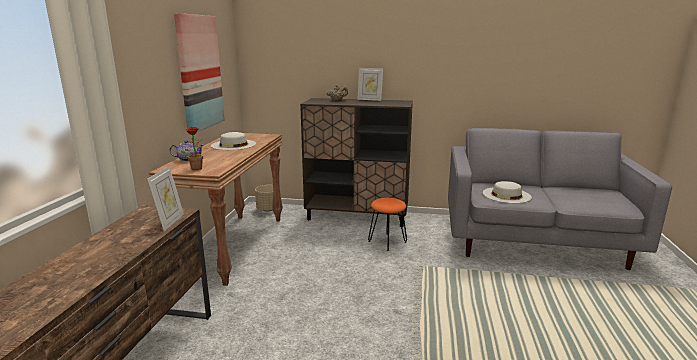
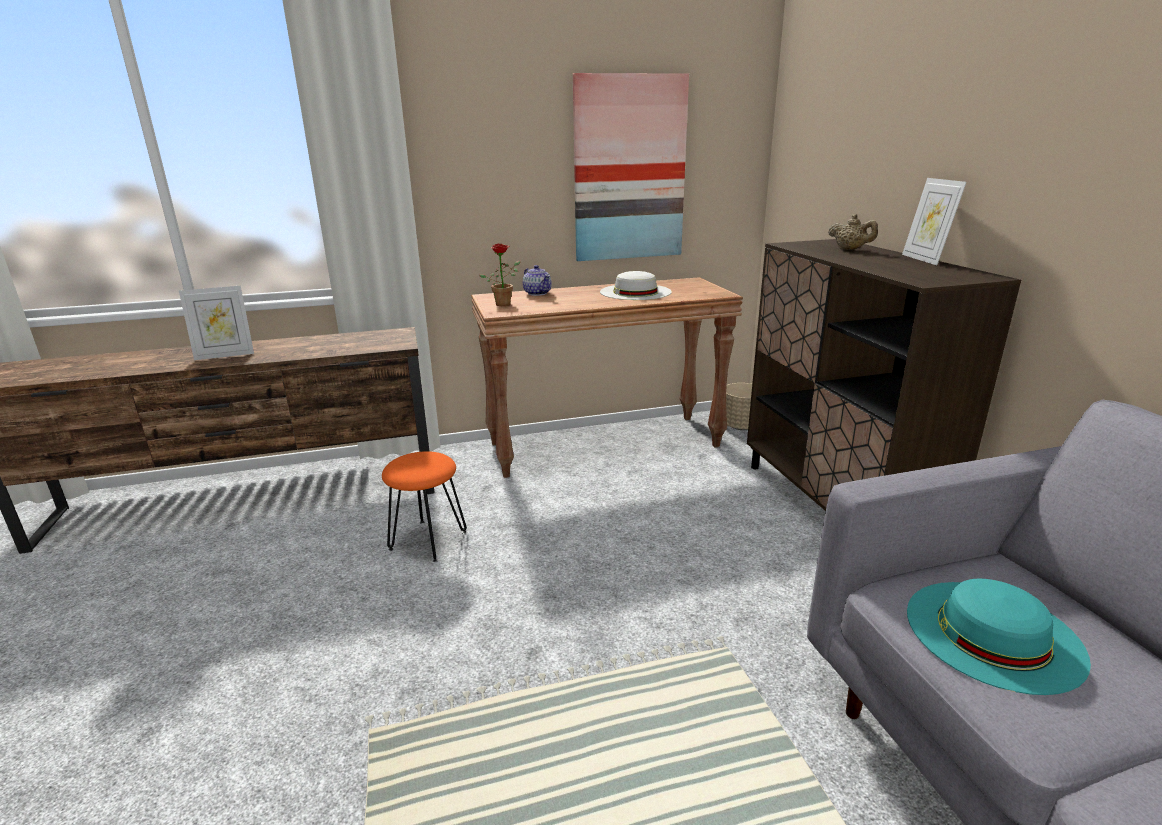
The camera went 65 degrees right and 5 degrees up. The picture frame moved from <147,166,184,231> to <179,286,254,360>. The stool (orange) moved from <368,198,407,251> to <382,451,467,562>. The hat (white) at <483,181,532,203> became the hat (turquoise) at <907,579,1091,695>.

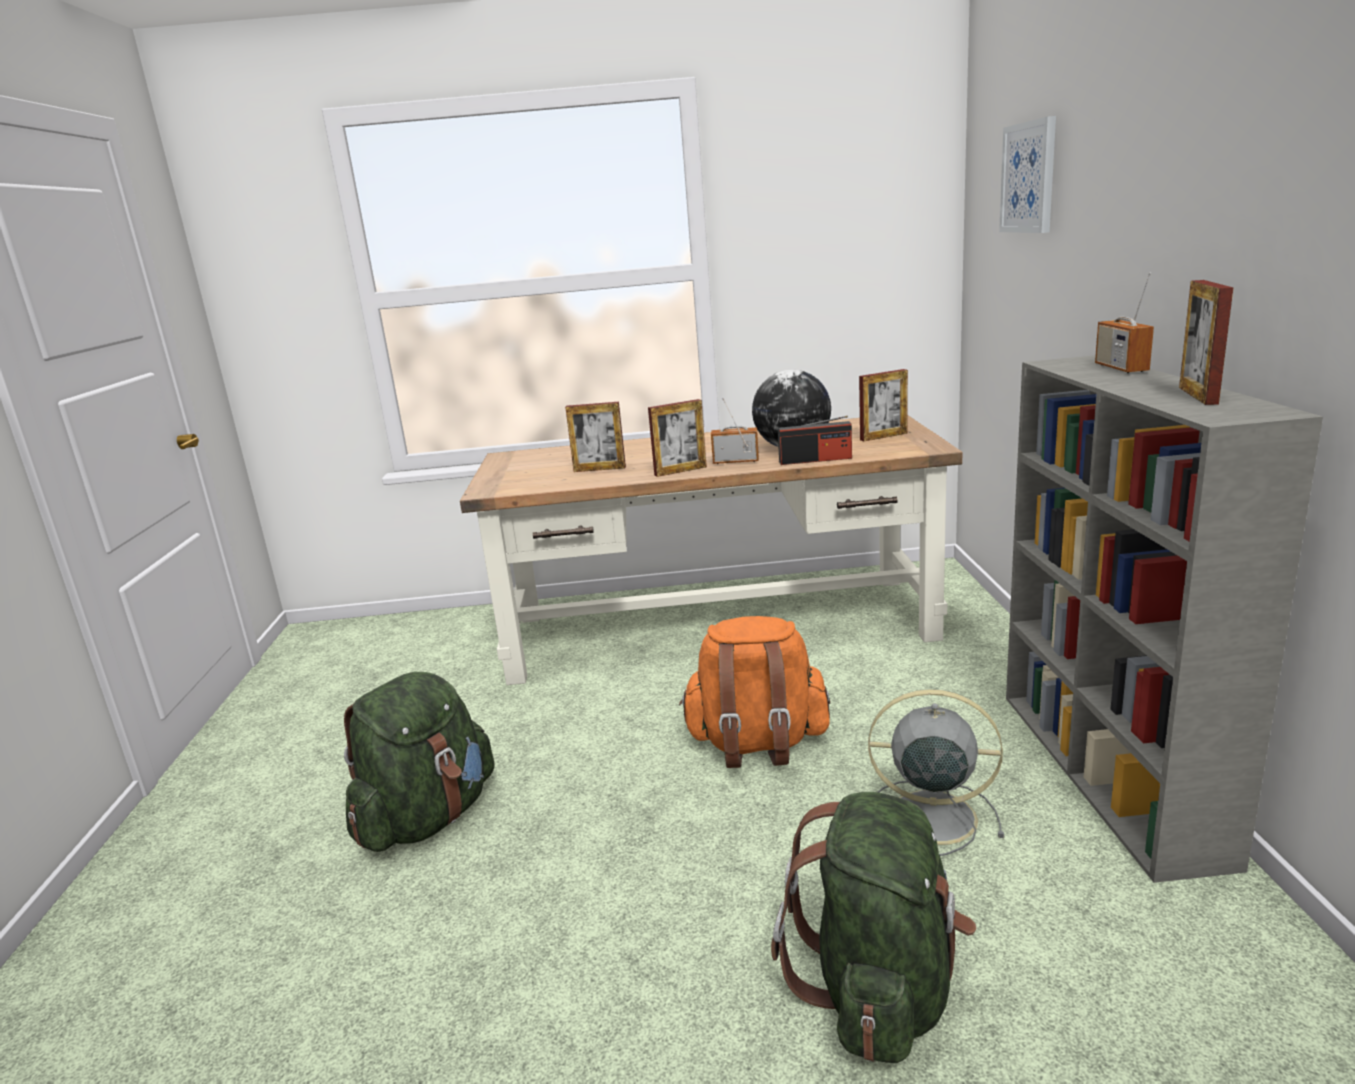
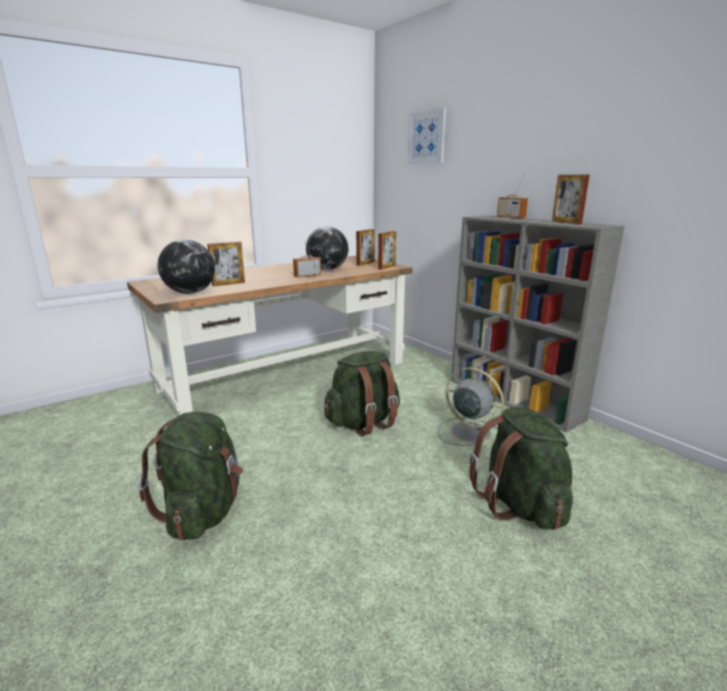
The camera went 35 degrees left and 0 degrees up. The picture frame moved from <648,399,707,477> to <378,231,396,270>. The backpack (orange) at <679,616,830,768> became the backpack (green) at <324,351,400,436>. The radio at <778,416,852,465> disappeared. The fan (grey) at <868,689,1004,856> turned 60 degrees clockwise. The globe at <158,239,215,294> appeared.

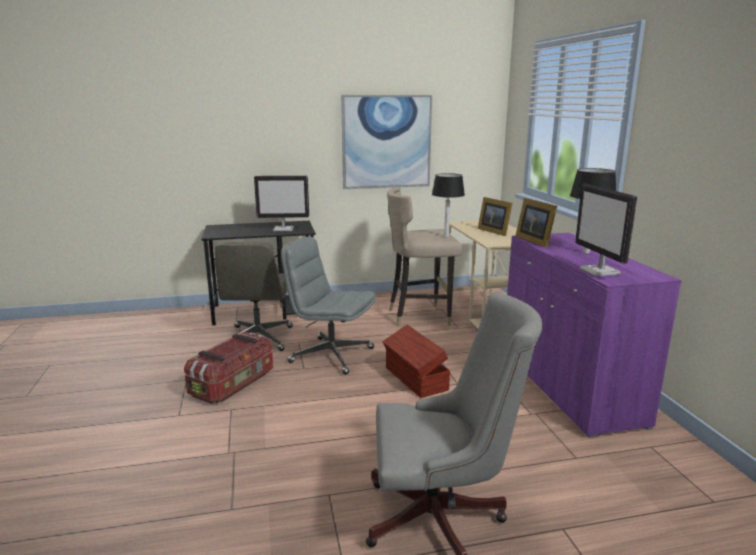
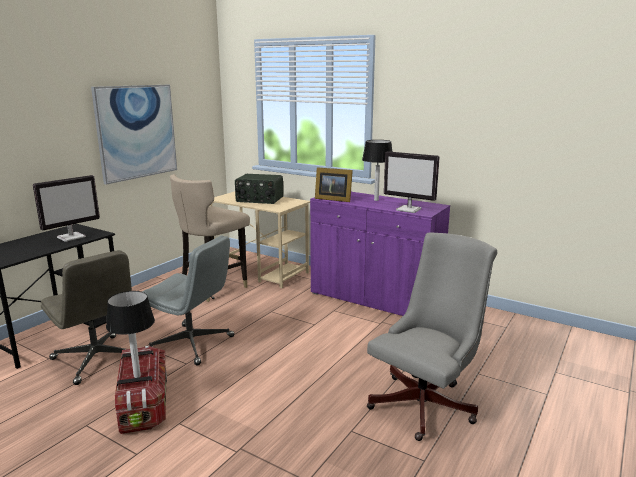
The camera went 45 degrees left and 0 degrees up. The office chair (grey) at <281,237,376,375> turned 135 degrees counterclockwise. The storage box (brown) at <383,325,450,398> disappeared. The table lamp moved from <432,173,465,238> to <106,291,155,378>. The picture frame at <478,197,513,236> was replaced by the radio at <235,174,283,204>.

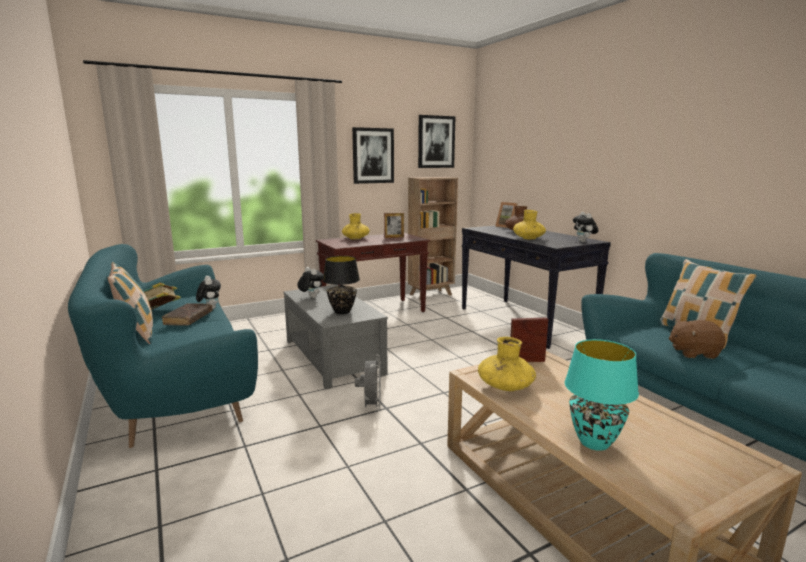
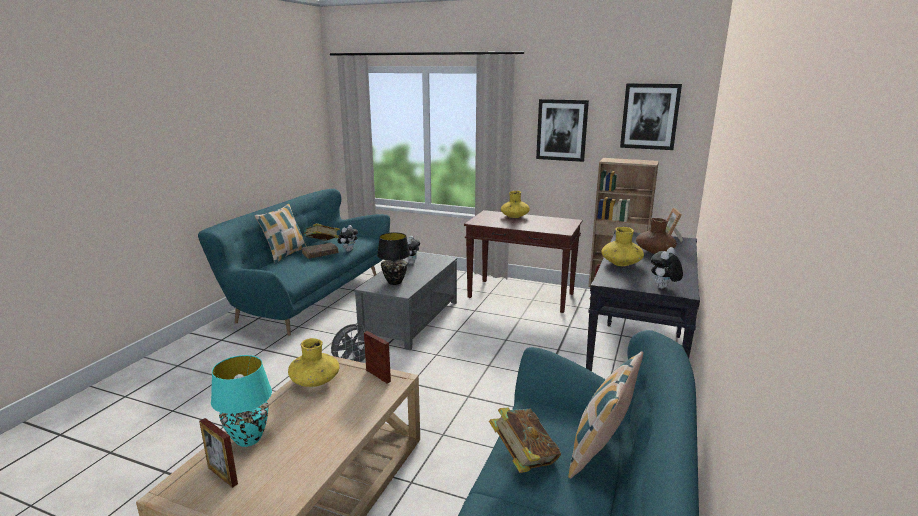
The camera went 50 degrees right and 5 degrees up. The picture frame moved from <384,213,404,238> to <199,418,238,488>. The plush toy (brown) at <669,320,726,359> was replaced by the book at <489,408,561,473>.

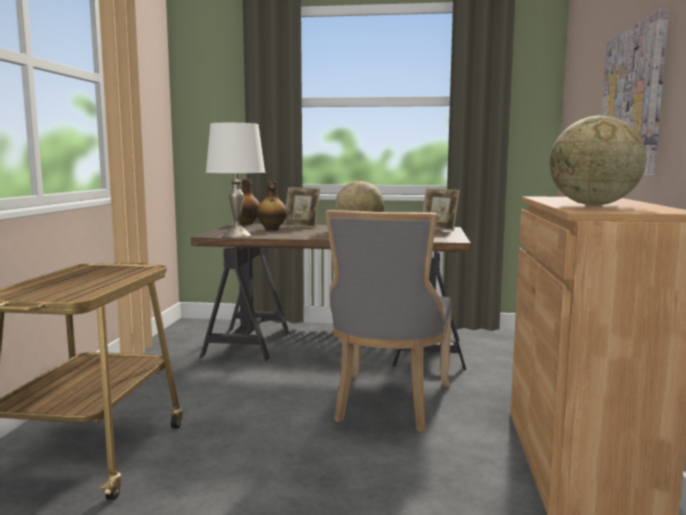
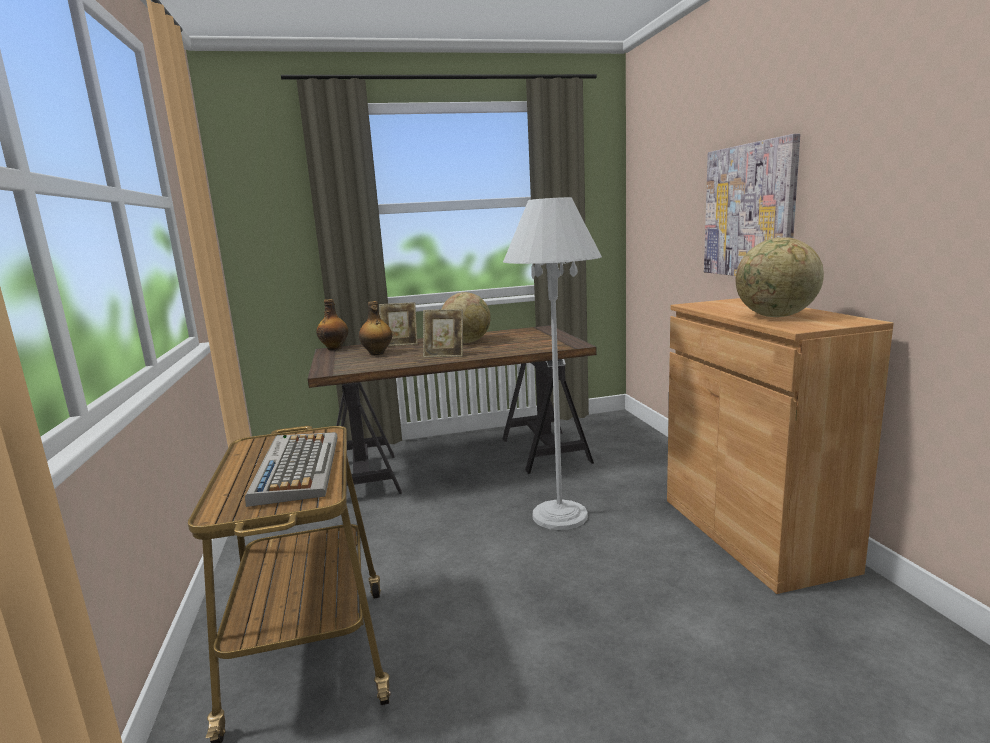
The camera went 20 degrees left and 5 degrees up. The table lamp (white) at <206,123,265,237> disappeared. The chair (grey) at <325,210,452,432> was replaced by the floor lamp (white) at <503,197,602,530>. The picture frame moved from <423,188,460,231> to <423,309,463,357>. The keyboard at <245,432,337,507> appeared.

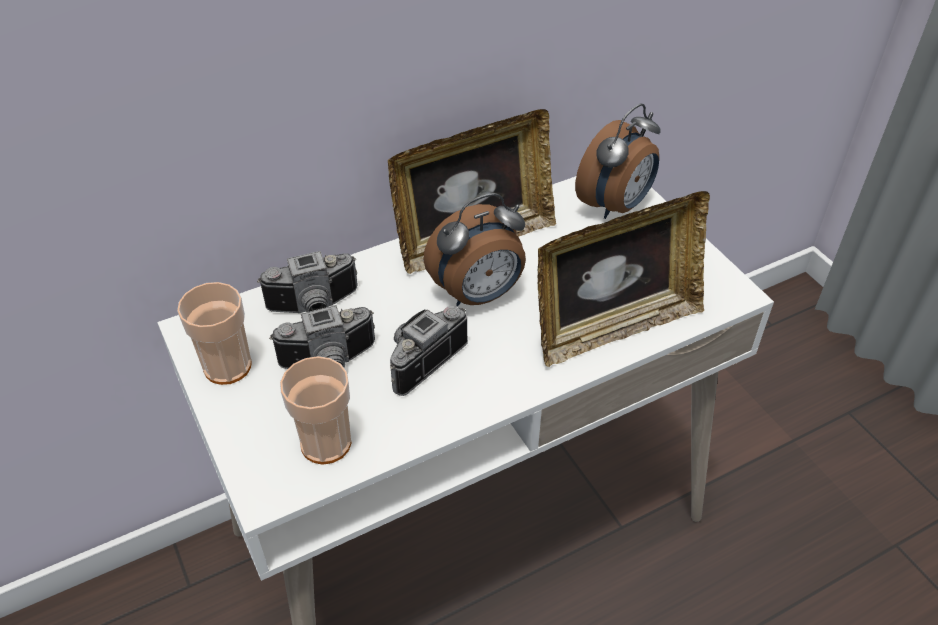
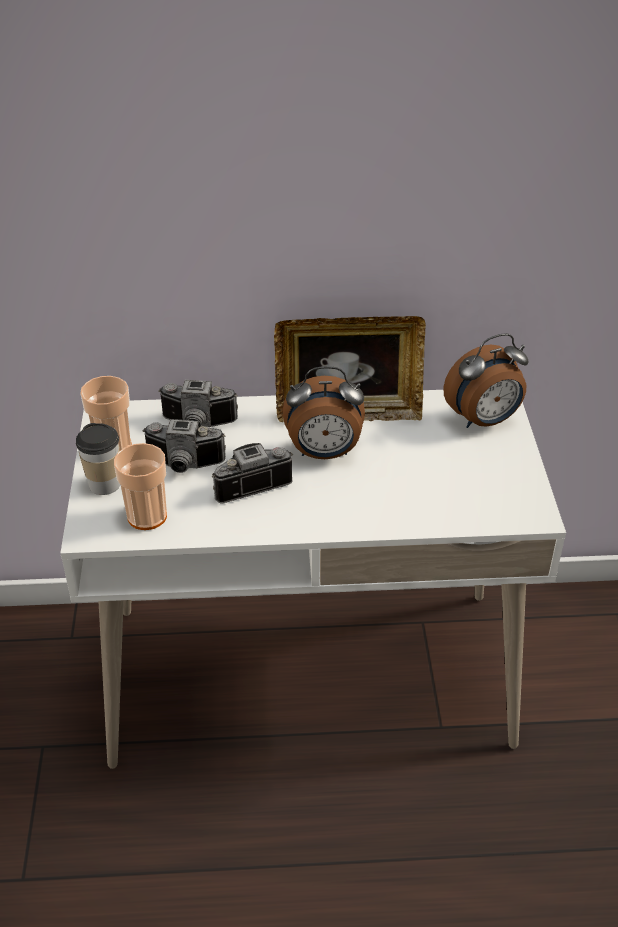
The camera went 25 degrees right and 5 degrees down. The picture frame at <537,191,710,367> disappeared. The cup at <76,423,120,495> appeared.

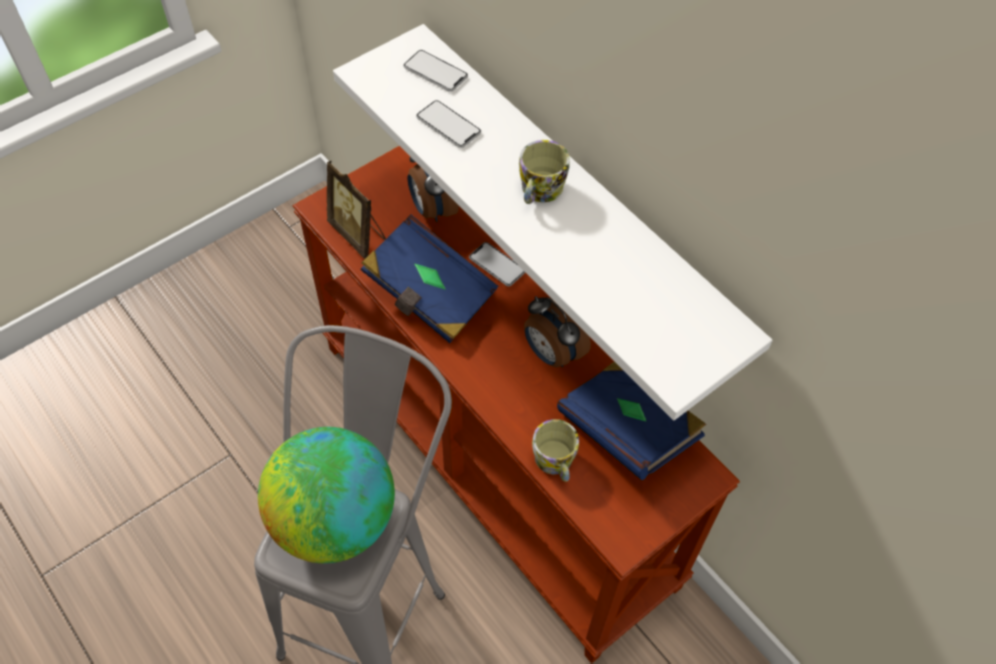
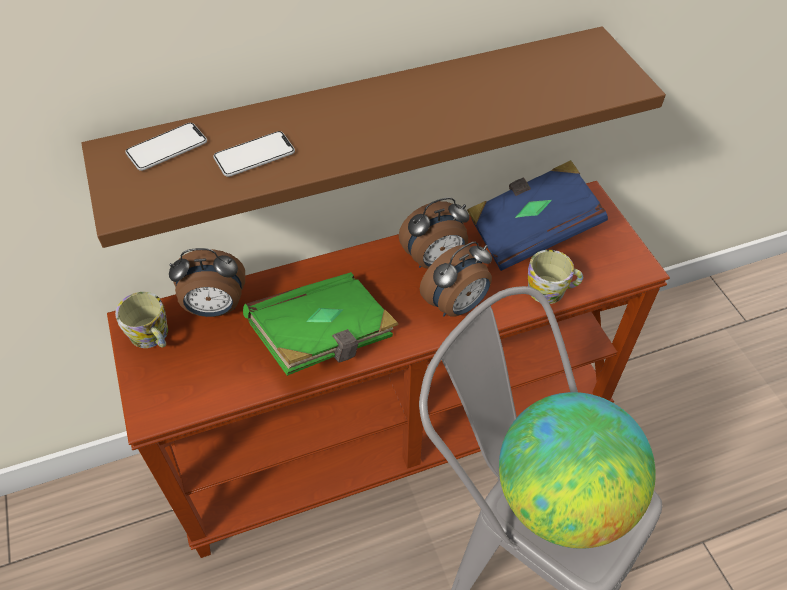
The camera went 70 degrees left and 5 degrees down. The picture frame at <327,161,386,259> disappeared. The shelf (white) at <333,24,773,421> became the shelf (brown) at <81,26,666,248>. The book (blue) at <361,214,498,343> became the book (green) at <243,272,399,376>. The phone at <469,242,525,286> disappeared. The mug moved from <519,140,570,204> to <115,292,168,348>. The alarm clock at <420,242,492,317> appeared.

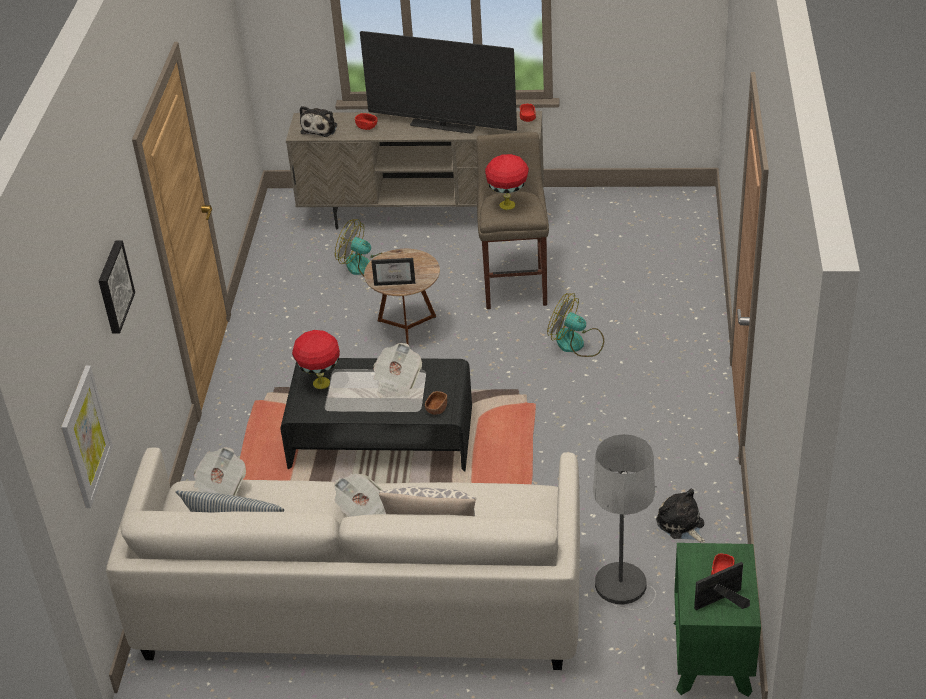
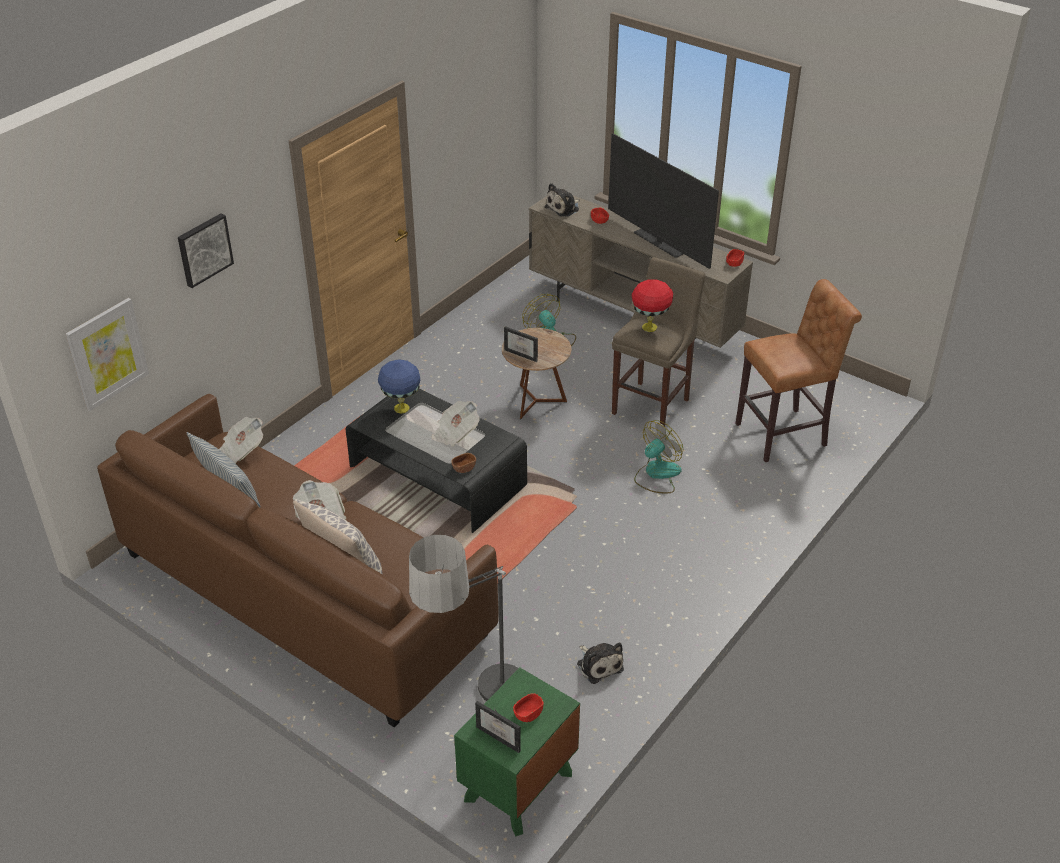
The camera went 30 degrees right and 0 degrees up. The sofa (white) at <106,447,580,670> became the sofa (brown) at <97,394,499,728>. The table lamp (red) at <292,330,340,389> became the table lamp (blue) at <378,359,420,414>. The fan at <547,293,604,357> turned 75 degrees clockwise. The plush toy at <656,489,705,543> turned 150 degrees clockwise. The picture frame at <694,562,750,610> turned 150 degrees counterclockwise. The stool (brown) at <736,279,862,462> appeared.

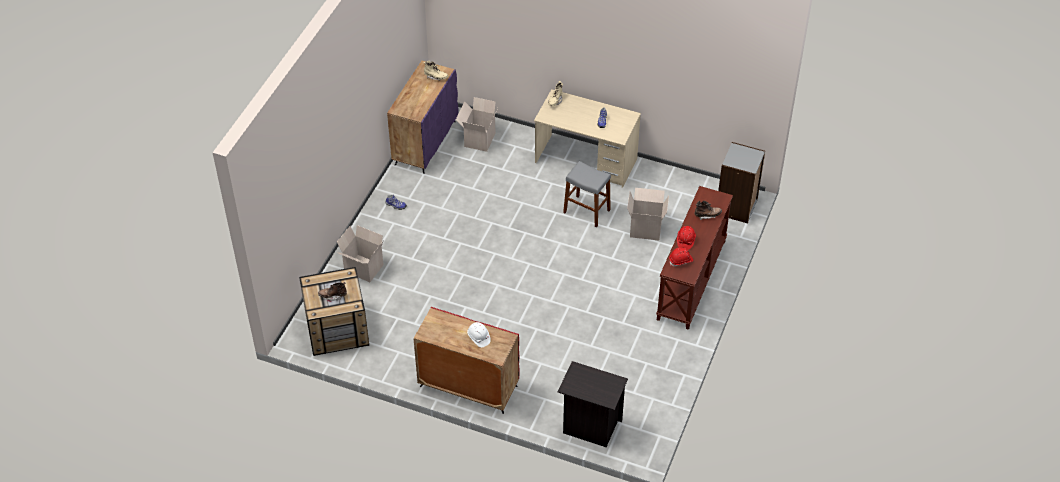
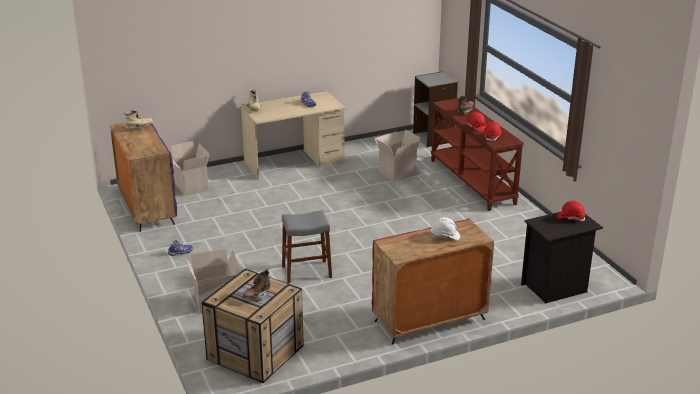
The camera went 45 degrees left and 20 degrees down. The stool (grey) moved from <563,161,611,228> to <282,210,332,284>. The hard hat (red) at <557,201,585,221> appeared.

